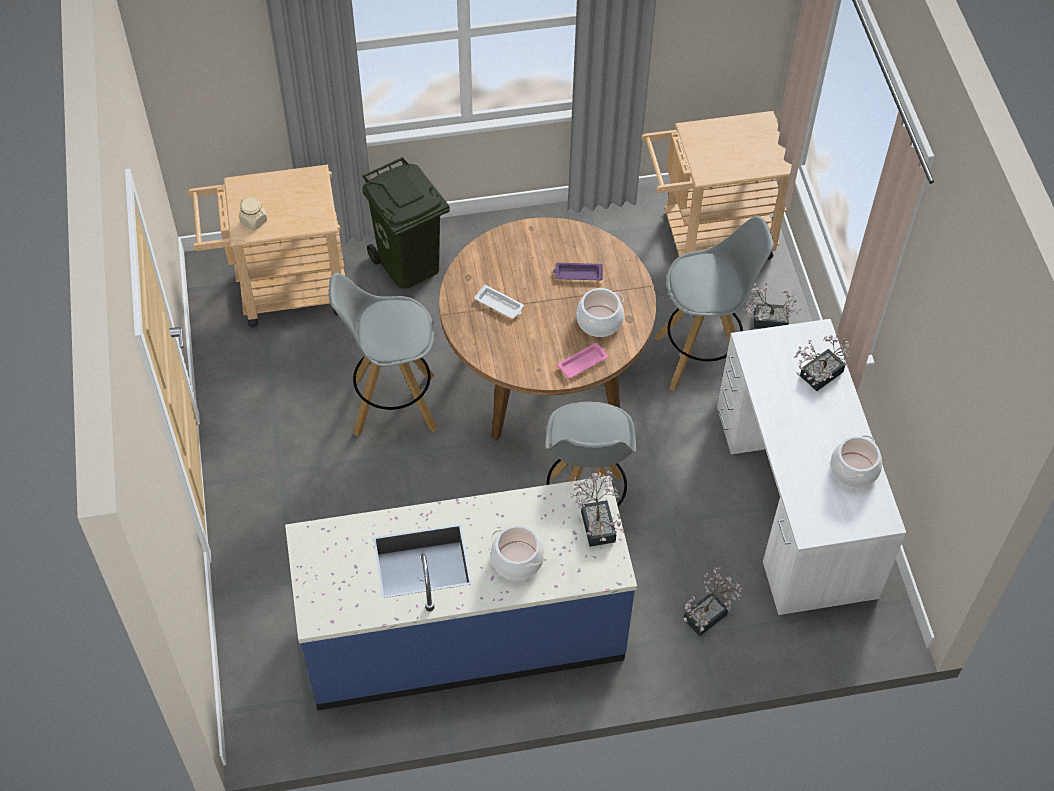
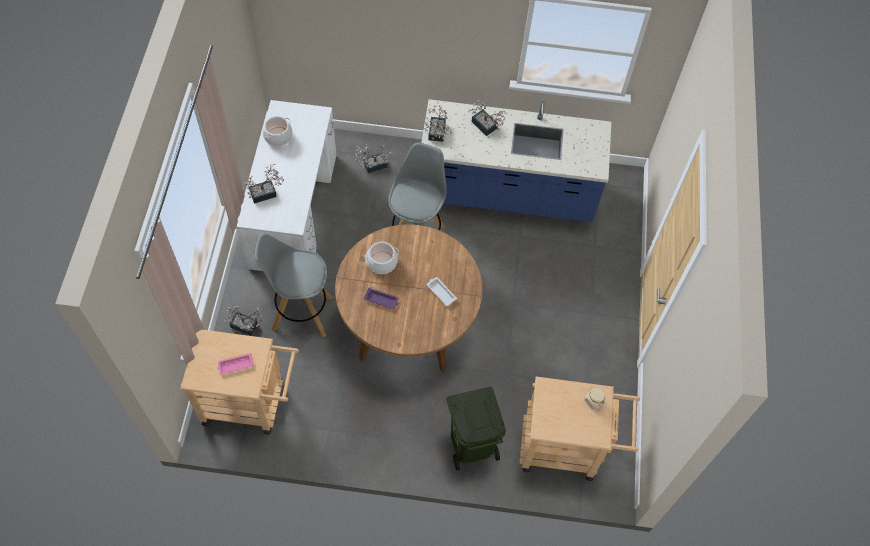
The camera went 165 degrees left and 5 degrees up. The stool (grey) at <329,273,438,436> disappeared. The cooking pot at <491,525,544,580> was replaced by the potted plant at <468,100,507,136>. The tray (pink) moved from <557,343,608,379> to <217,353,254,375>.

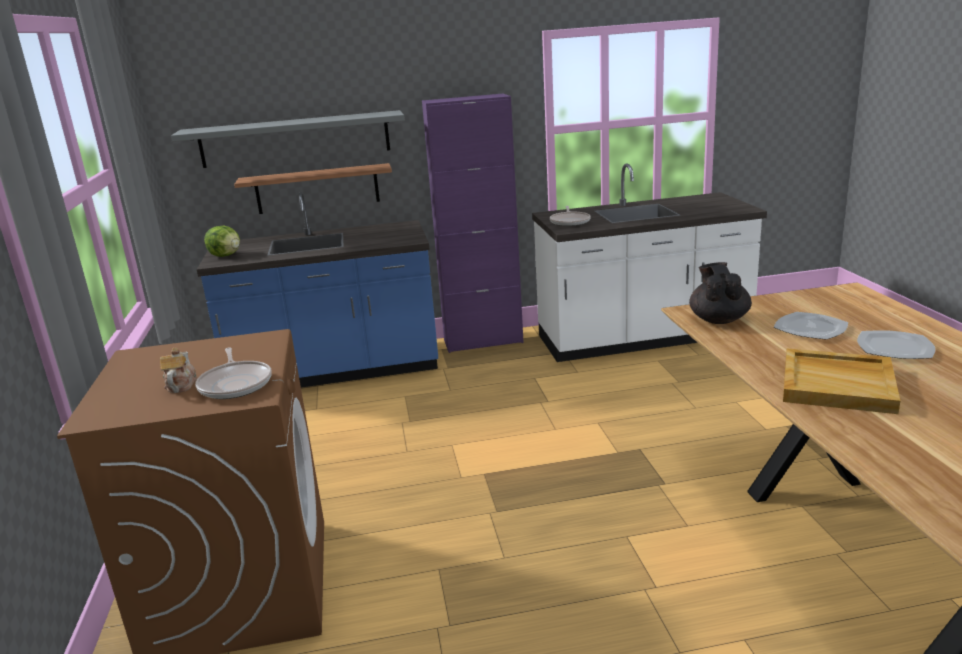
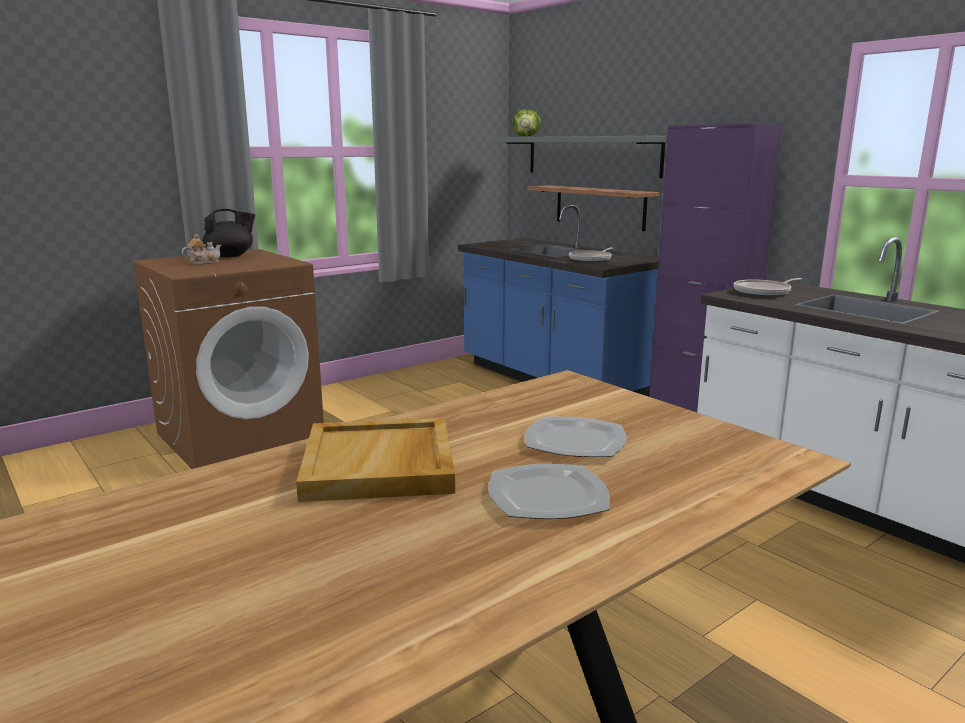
The camera went 60 degrees right and 5 degrees down. The frying pan moved from <195,347,272,399> to <569,247,613,262>. The lettuce moved from <204,226,240,257> to <513,109,541,137>. The teapot (black) moved from <689,262,752,324> to <202,209,255,257>.

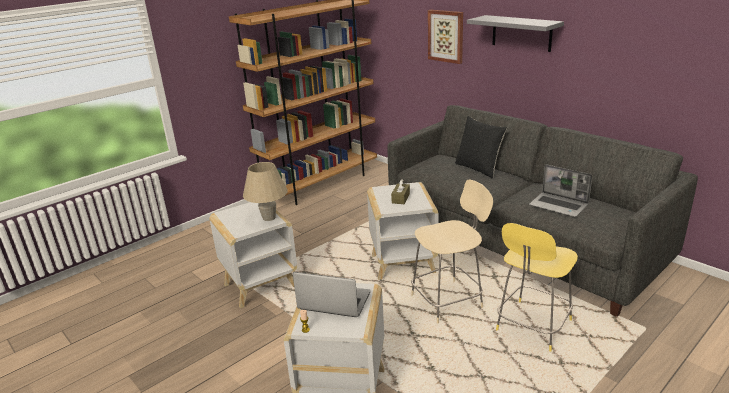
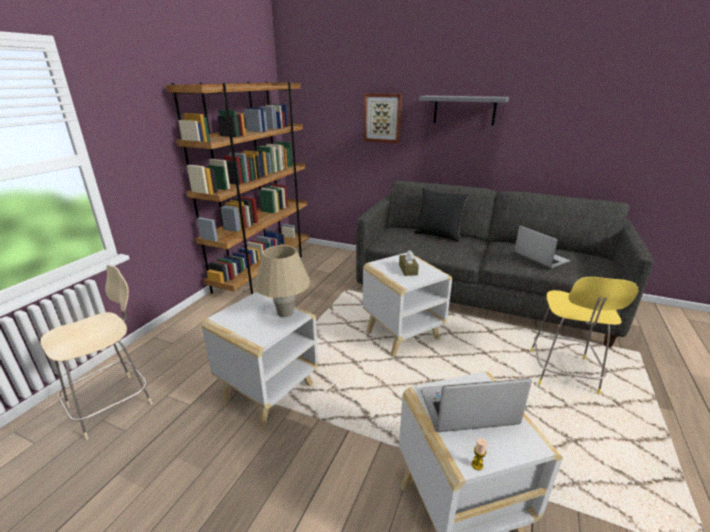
The camera went 25 degrees left and 0 degrees up. The stool (beige) moved from <411,180,493,324> to <41,265,153,440>. The laptop at <529,164,592,217> turned 135 degrees counterclockwise.

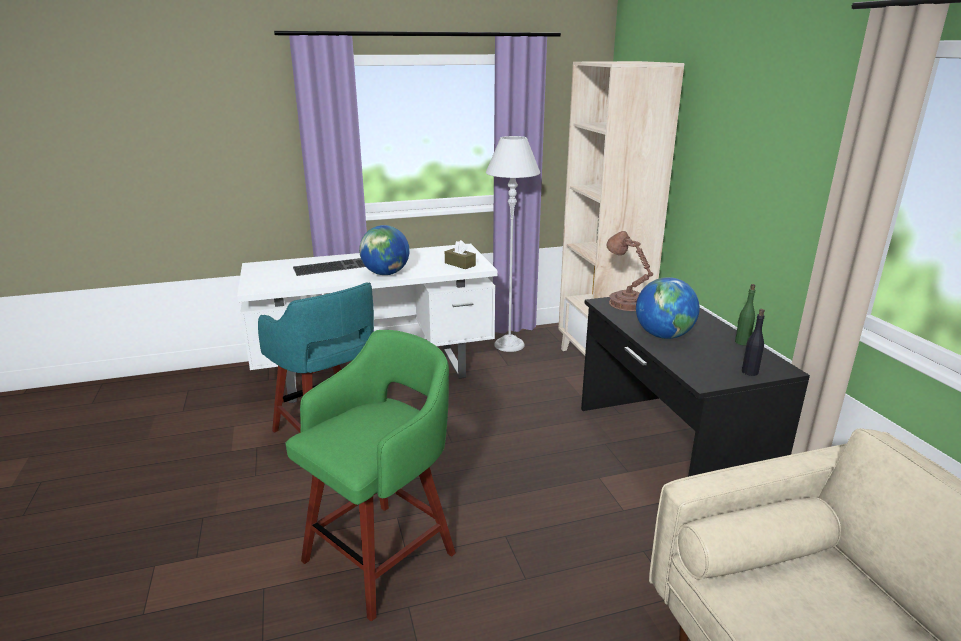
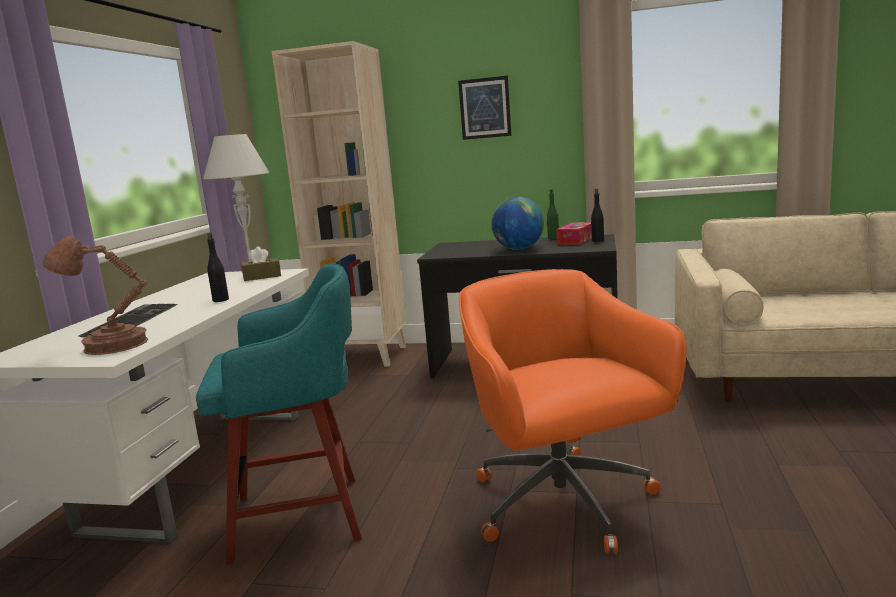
The camera went 60 degrees left and 10 degrees down. The stool (green) at <285,330,456,621> was replaced by the office chair (orange) at <459,269,686,554>. The globe at <359,225,410,275> was replaced by the bottle (black) at <207,233,229,302>. The table lamp (brown) moved from <606,231,653,311> to <43,236,148,355>. The picture at <458,76,511,140> appeared. The tissue box at <556,222,592,245> appeared.

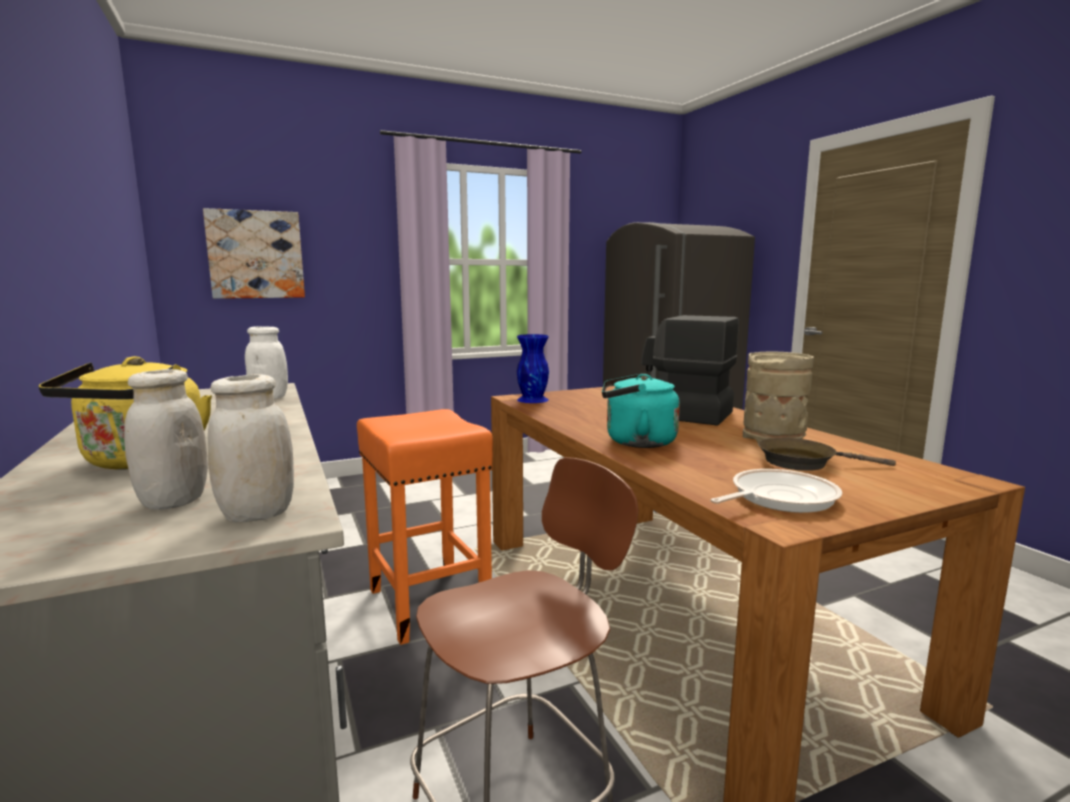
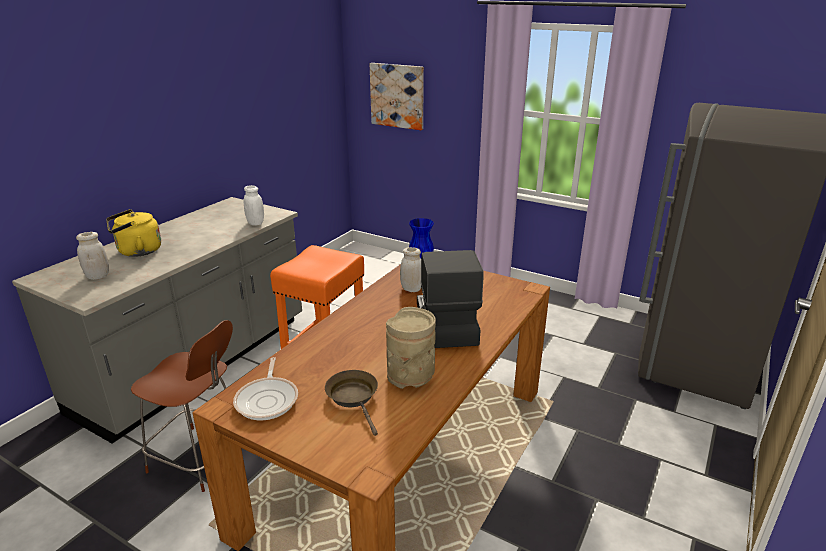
The camera went 55 degrees right and 15 degrees up. The jar (white) moved from <208,374,294,522> to <400,247,421,292>. The kettle (turquoise) at <602,373,680,448> disappeared. The frying pan at <710,469,842,513> turned 60 degrees clockwise.

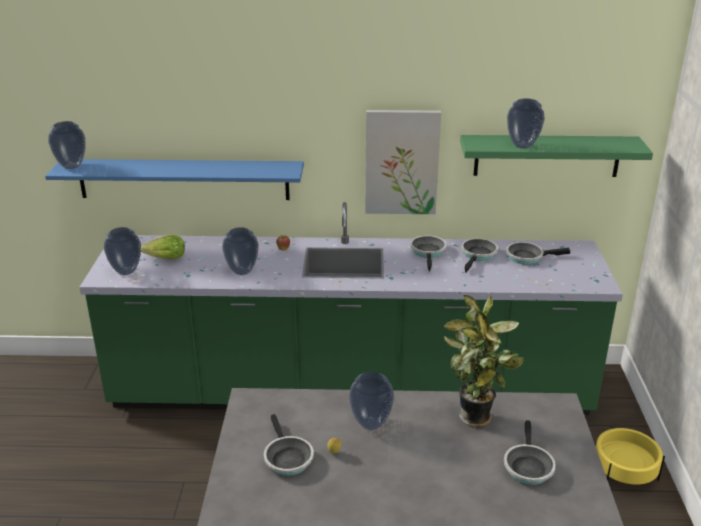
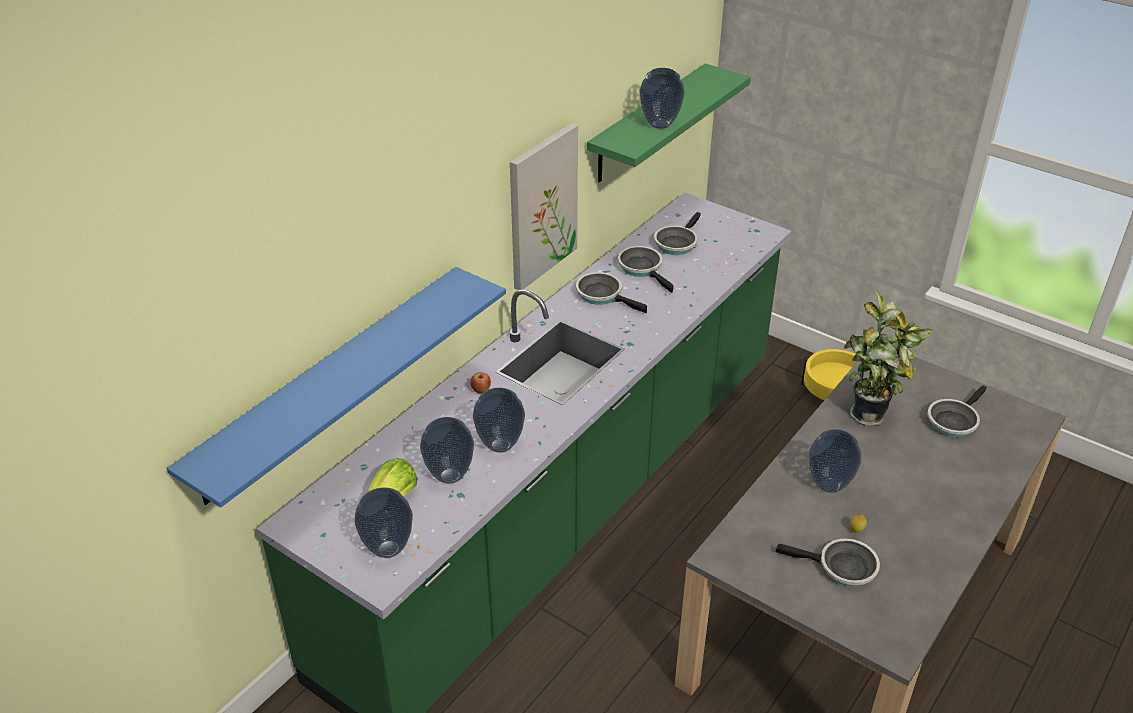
The camera went 55 degrees left and 10 degrees up. The vase moved from <48,121,85,169> to <420,417,474,484>. The frying pan at <504,420,556,485> turned 90 degrees clockwise.

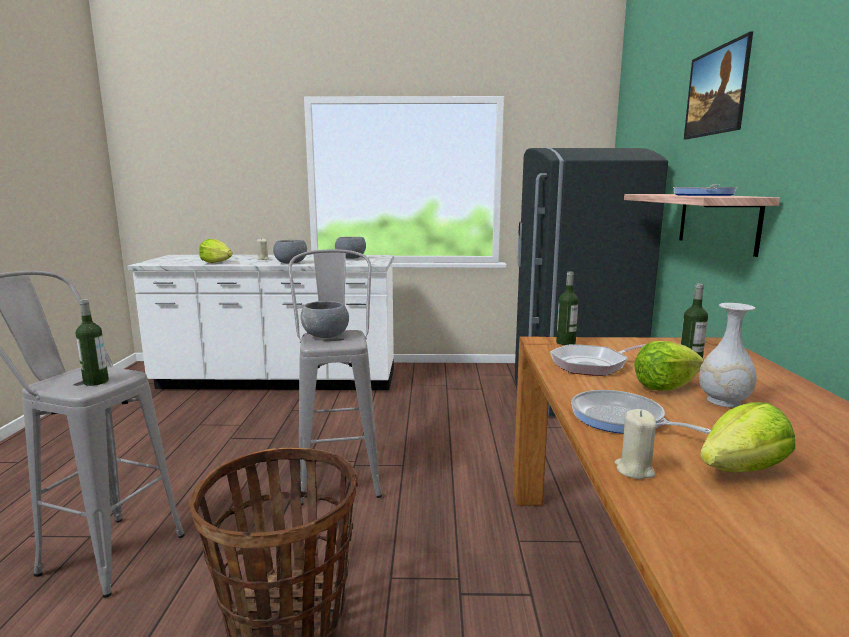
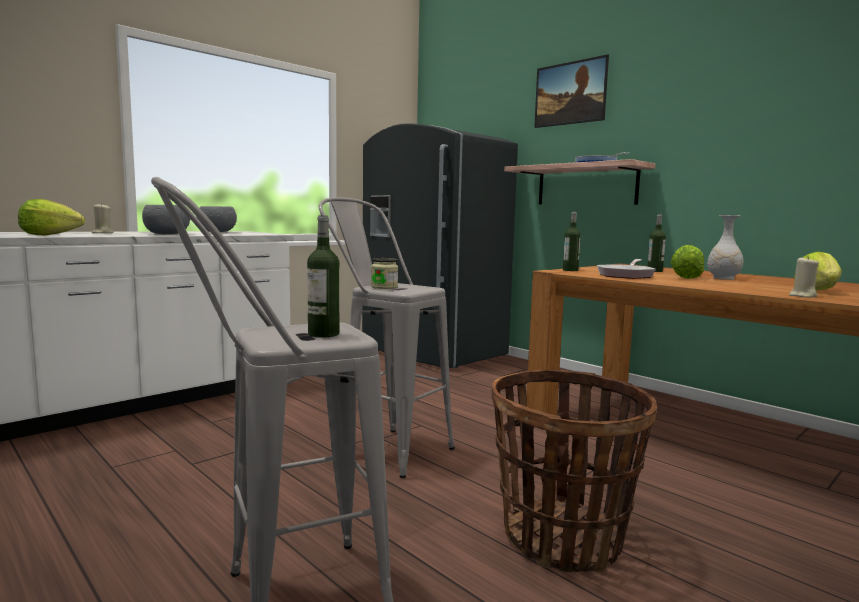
The camera went 45 degrees left and 5 degrees down. The bowl (grey) at <301,301,349,338> was replaced by the jar at <371,258,398,289>. The frying pan at <571,390,711,434> disappeared.

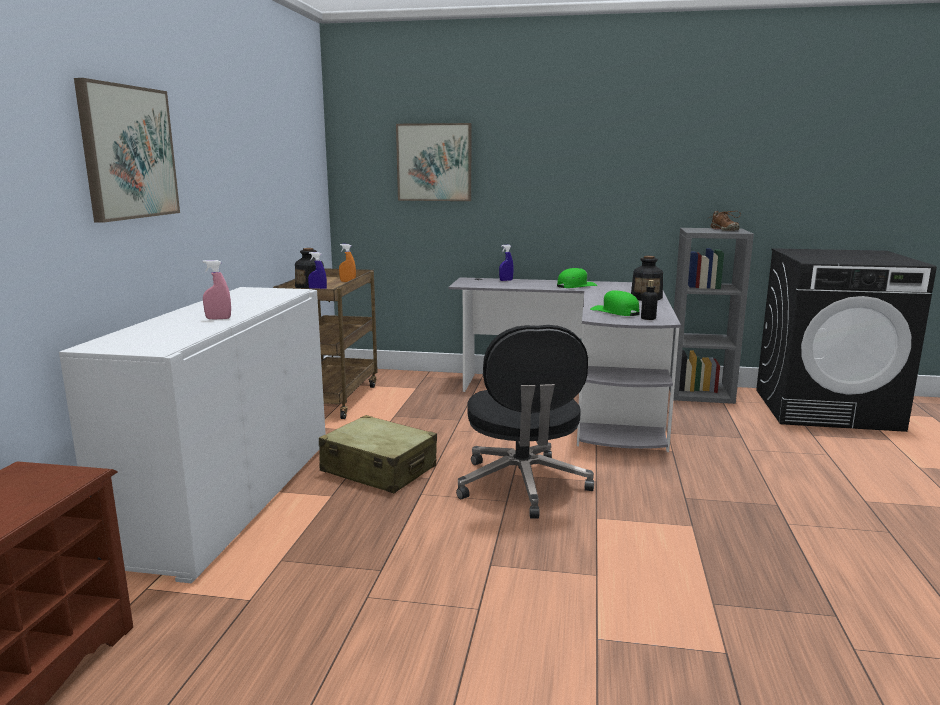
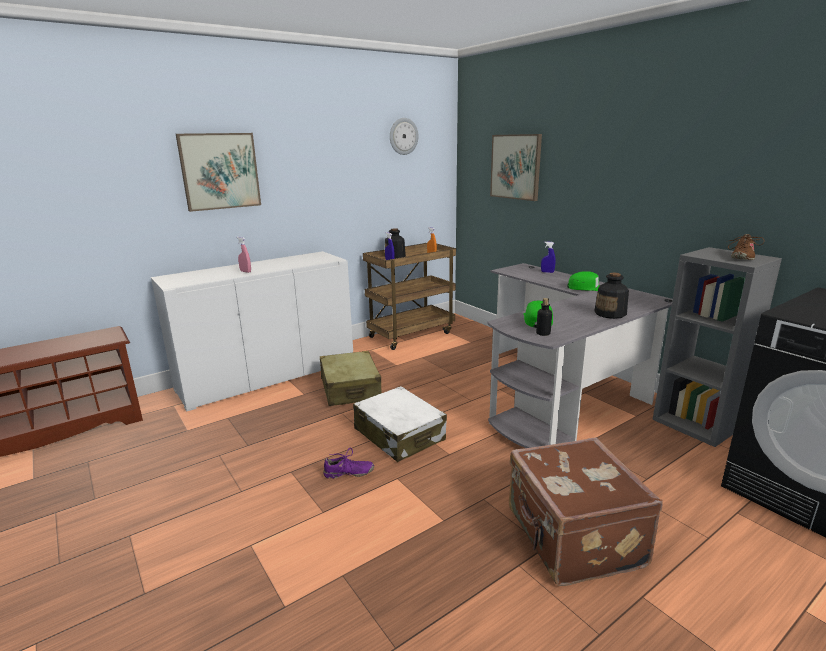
The camera went 45 degrees right and 5 degrees up. The office chair (black) at <456,325,594,519> was replaced by the suitcase (white) at <353,386,447,462>. The shoe (purple) at <323,448,374,479> appeared. The wall clock at <390,118,418,155> appeared. The suitcase (brown) at <509,438,663,586> appeared.

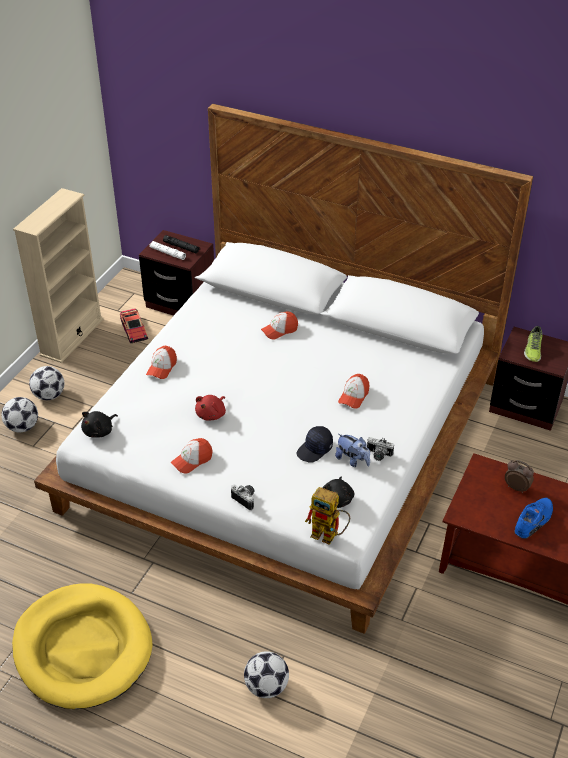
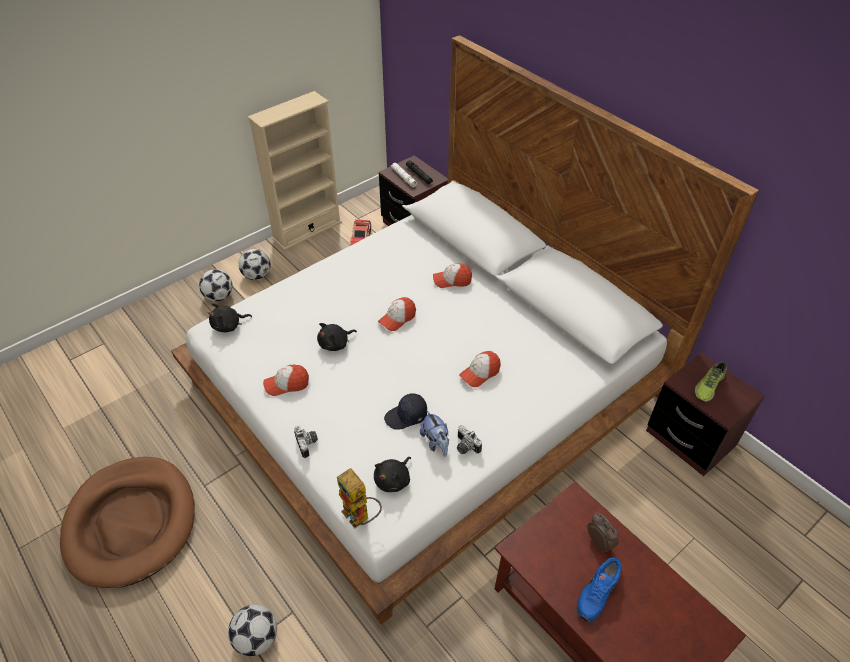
The camera went 25 degrees right and 5 degrees up. The dog bed (yellow) at <12,583,152,709> became the dog bed (brown) at <60,457,195,588>. The cap moved from <146,346,177,379> to <378,297,416,331>. The plush toy (red) at <195,395,226,421> became the plush toy (black) at <317,323,357,351>. The shoe (blue) at <515,498,553,539> turned 150 degrees clockwise.

